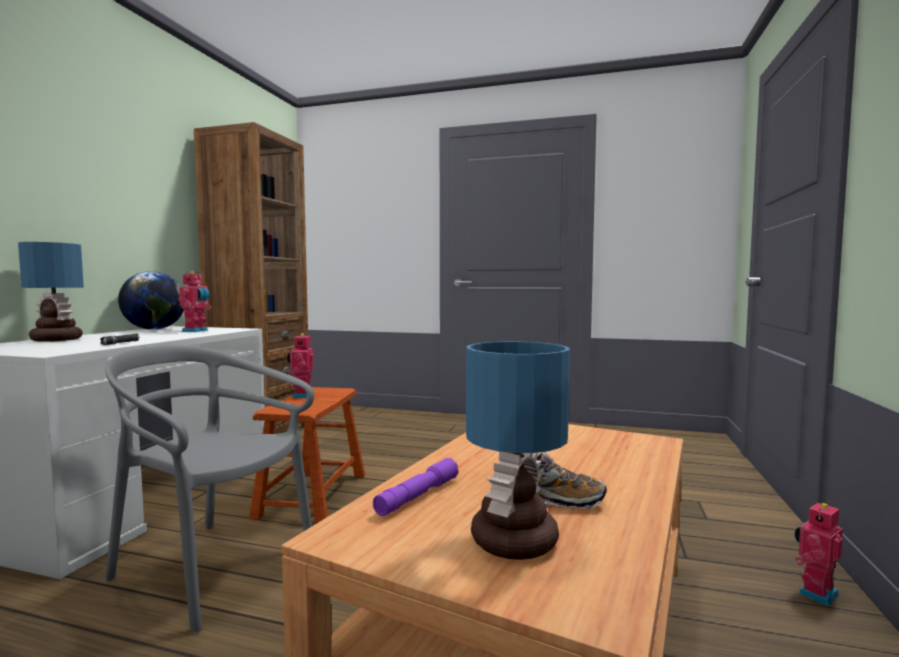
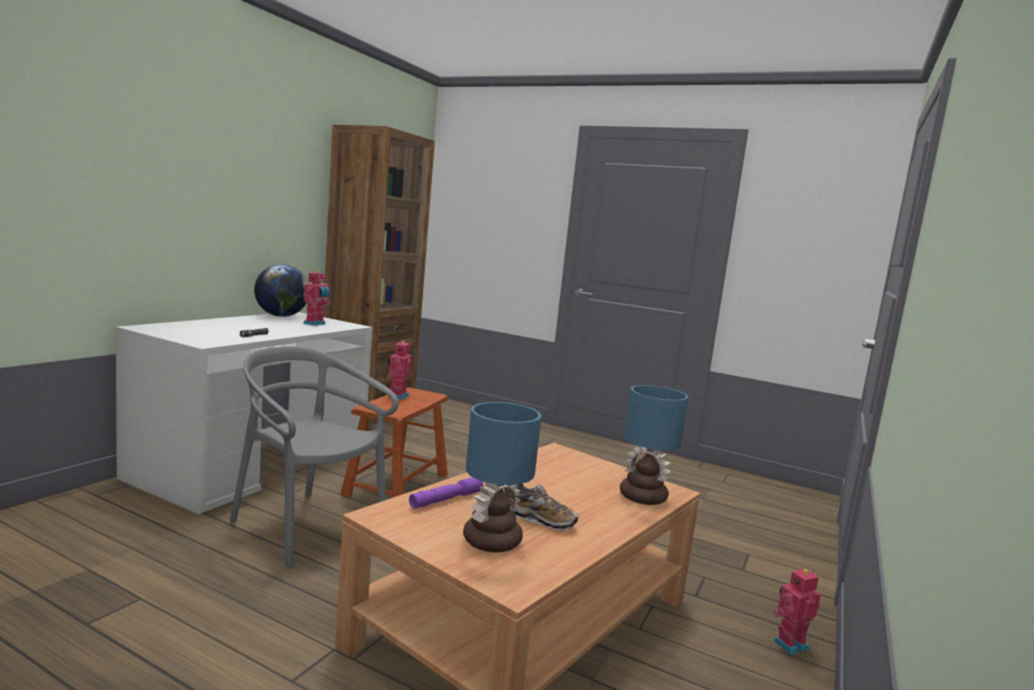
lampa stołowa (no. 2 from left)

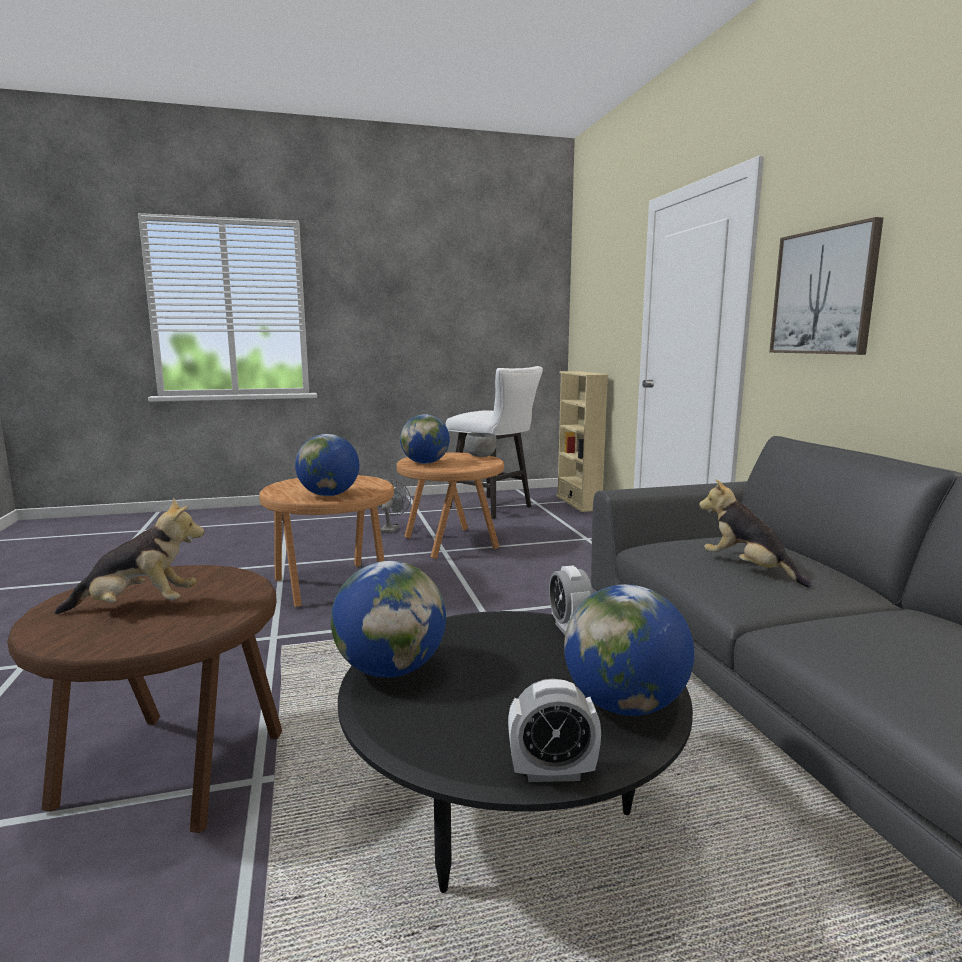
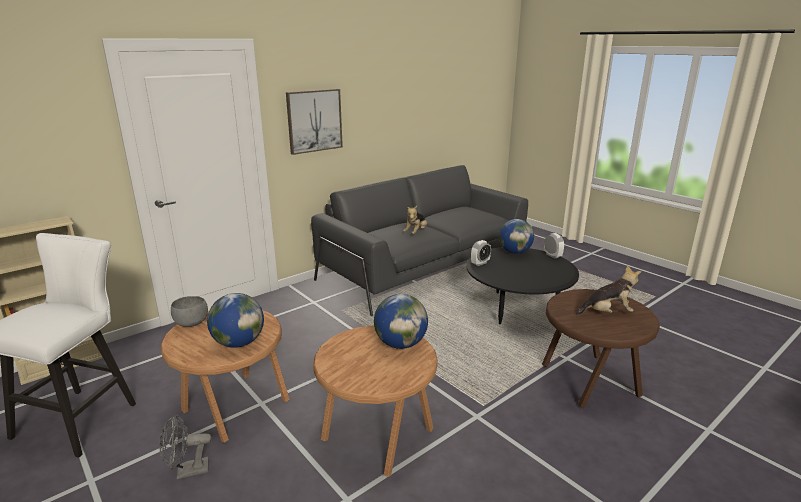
globus (no. 2 from left in the first image)
pluszak (no. 2 from left)

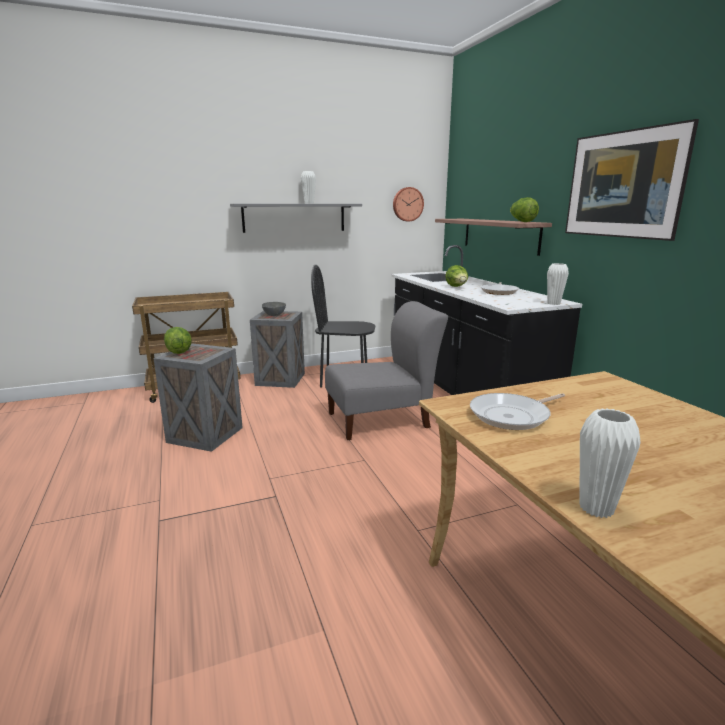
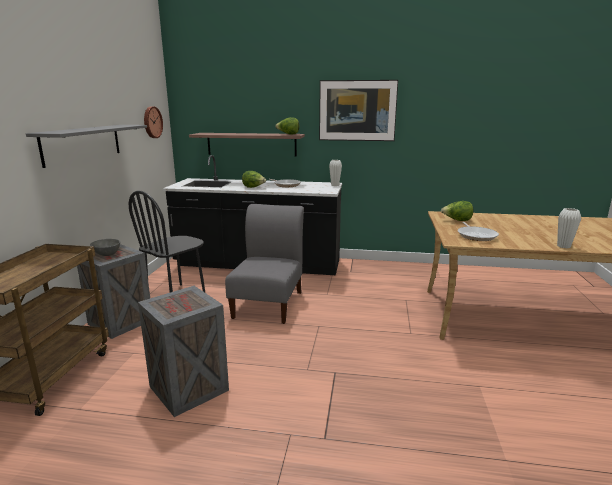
wazon (biały) (no. 1 from left in the first image)
sałata (no. 3 from left)

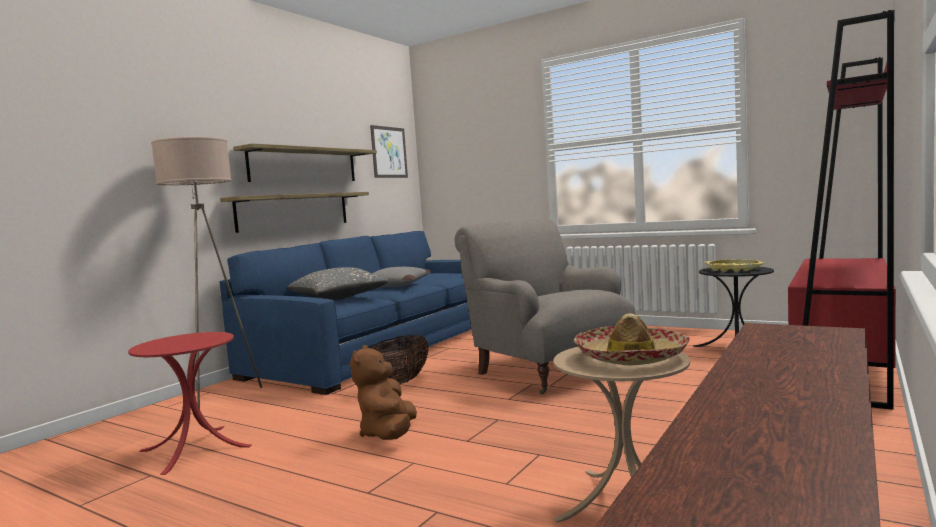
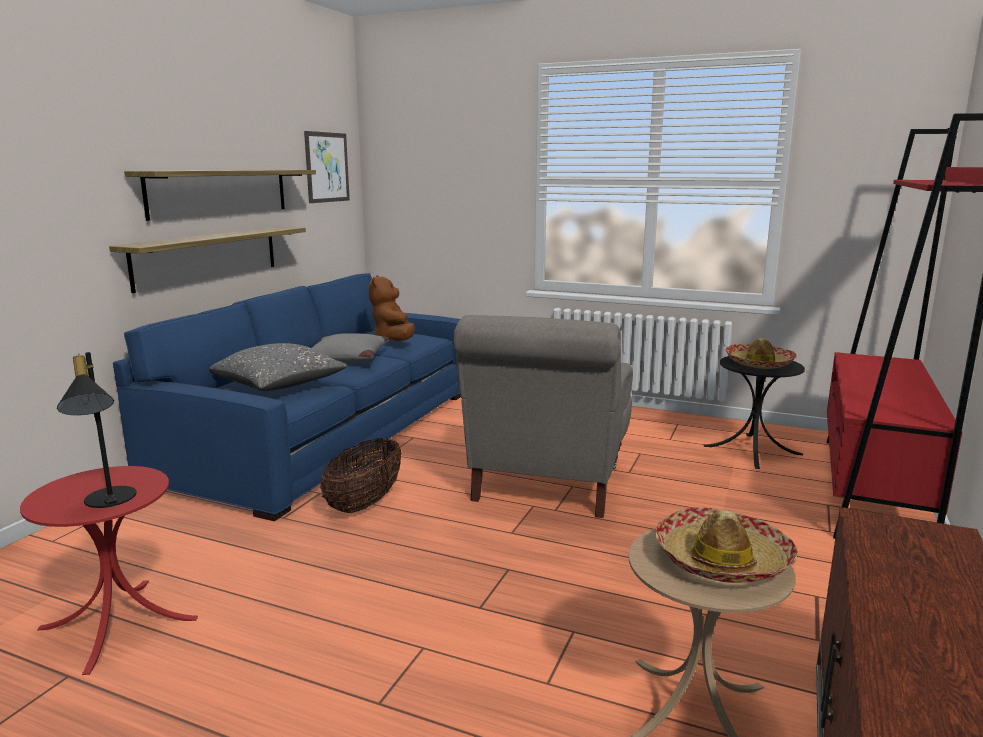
lampa stojąca (beżowy)
lampa stołowa (czarny)
pluszak (brązowy)
kapelusz (no. 2 from left)
fotel (szary)

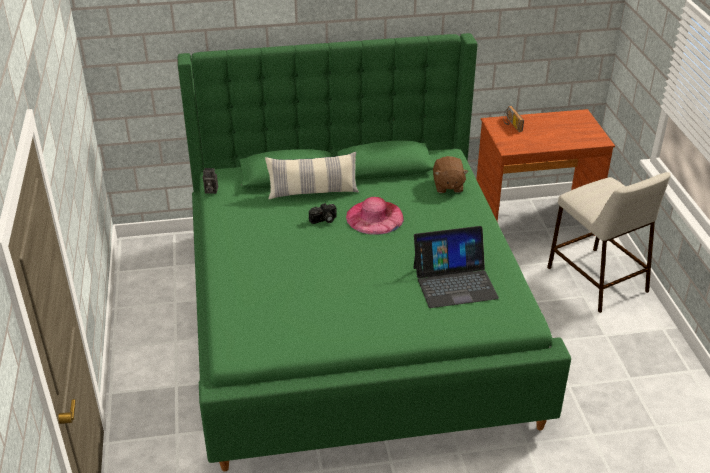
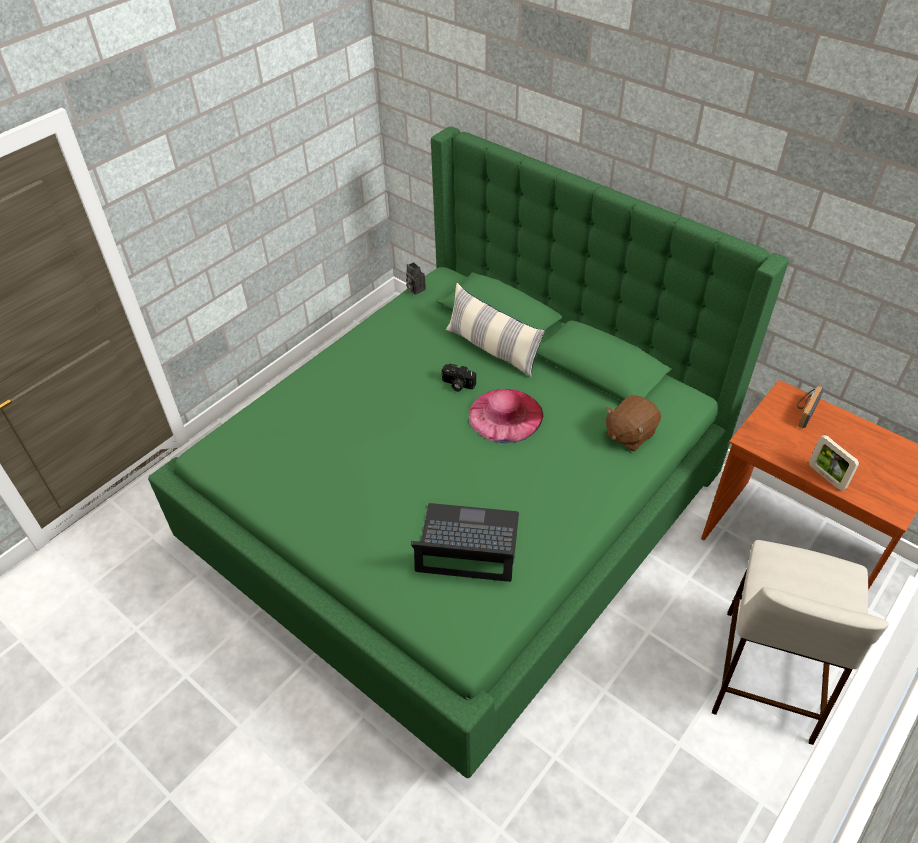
ramka na zdjęcie
laptop

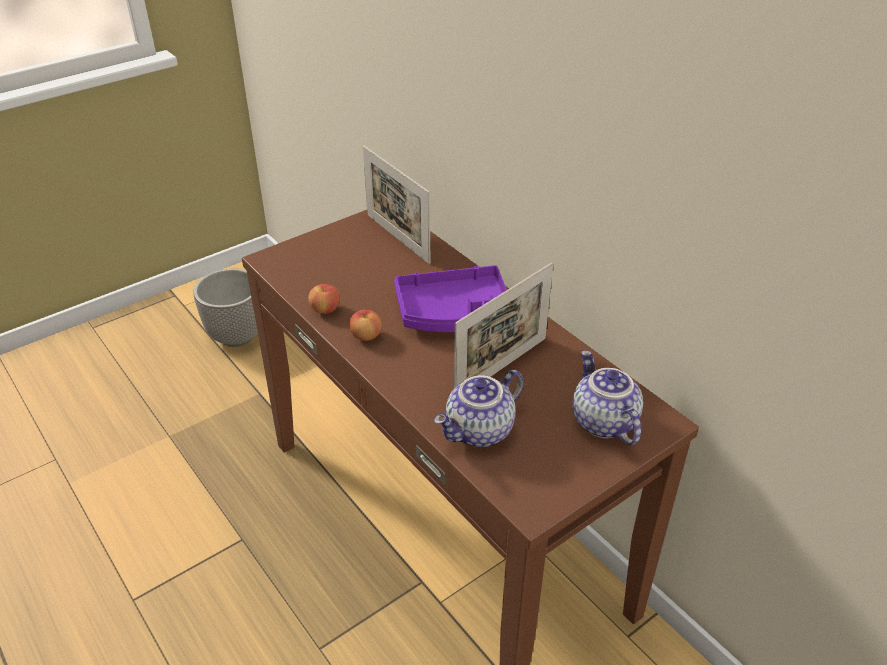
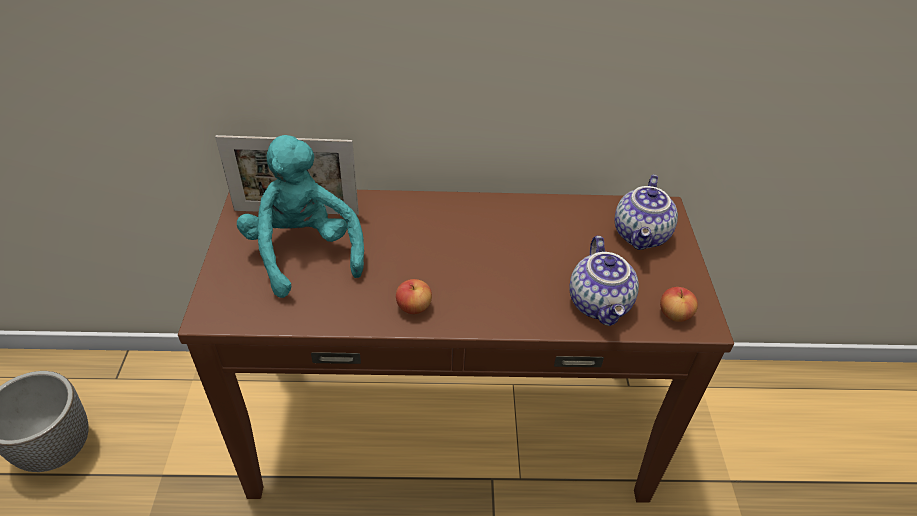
taca (fioletowy)
ramka na zdjęcie (no. 2 from left in the first image)
pluszak (turkusowy)
jabłko (no. 2 from left)
imbryk (no. 2 from left)

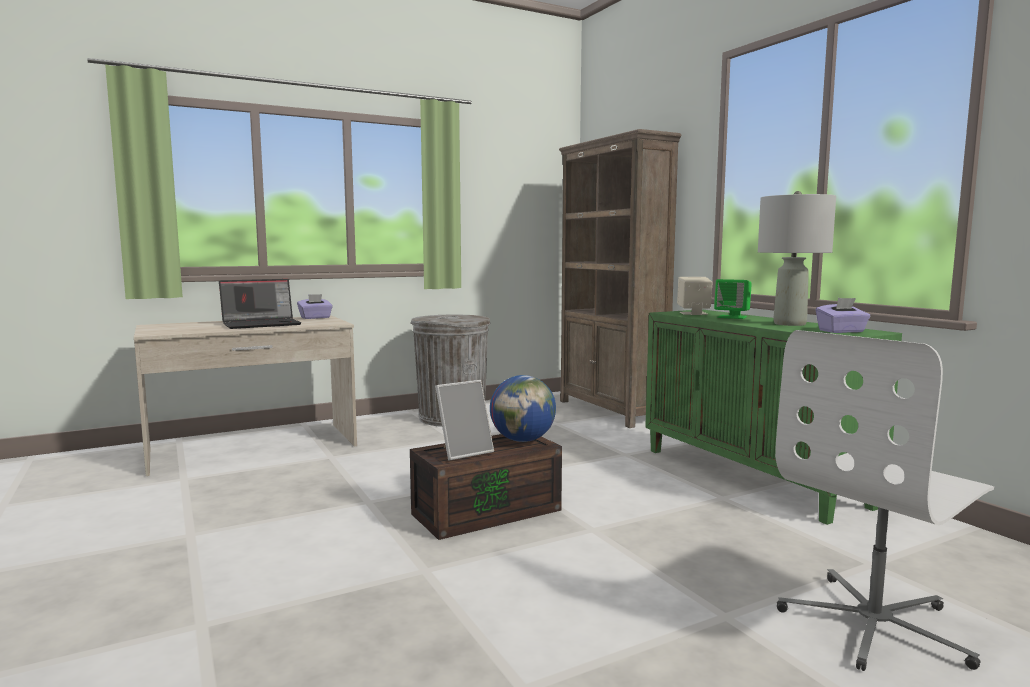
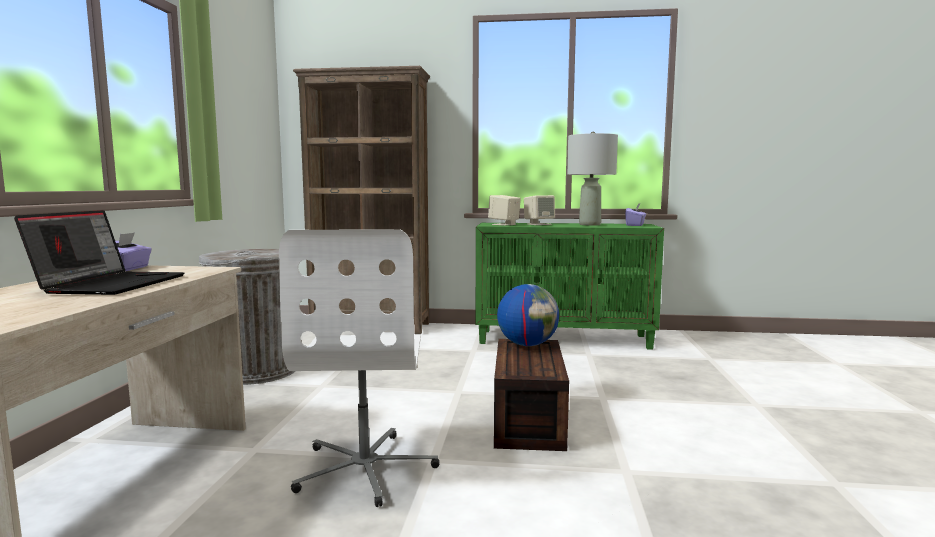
ramka na zdjęcie
krzesło biurowe (biały)
głośnik (beżowy) (no. 2 from left)

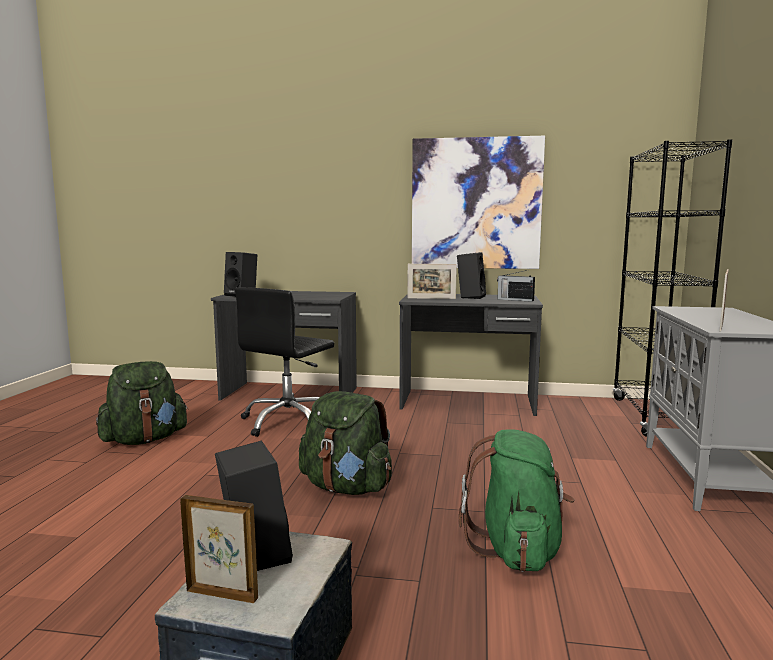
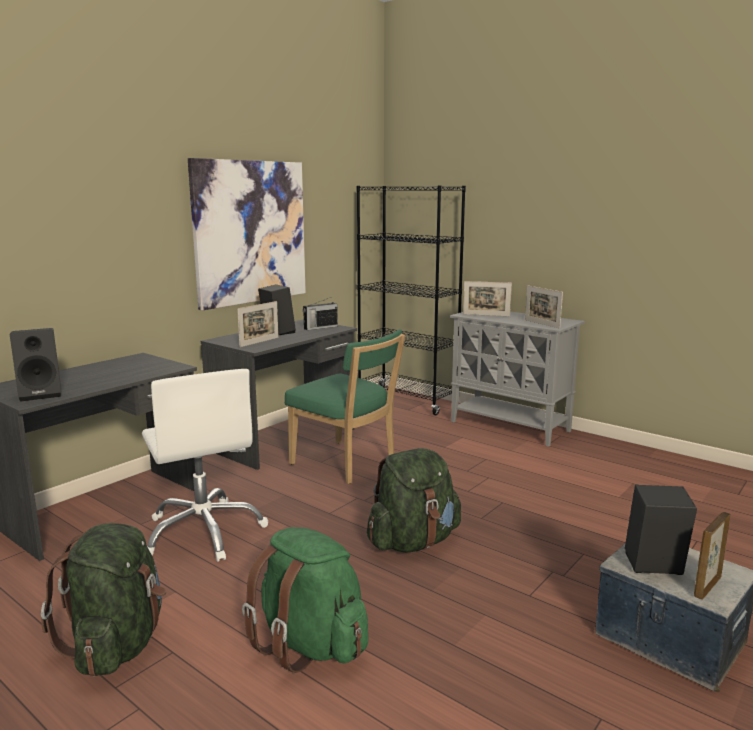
krzesło (zielony)
ramka na zdjęcie (no. 2 from left)
plecak (zielony) (no. 2 from left)
krzesło biurowe (biały)

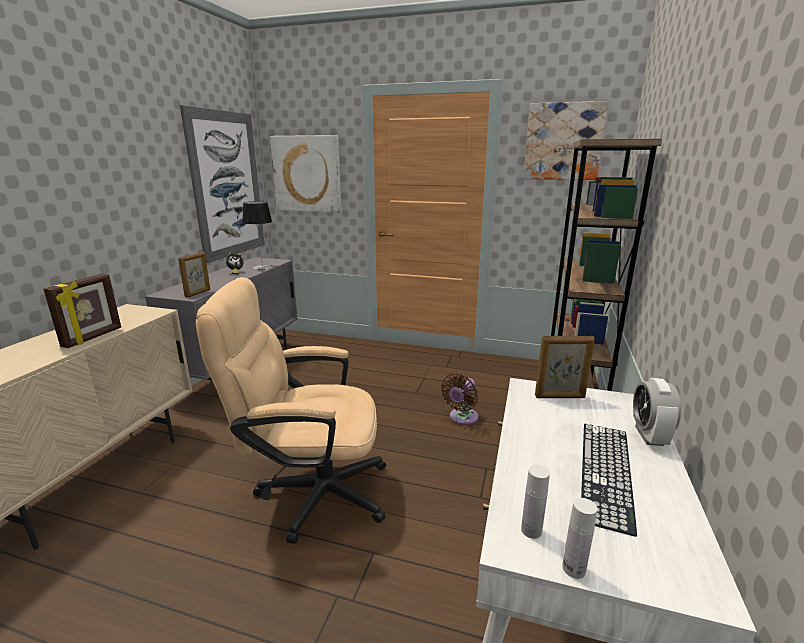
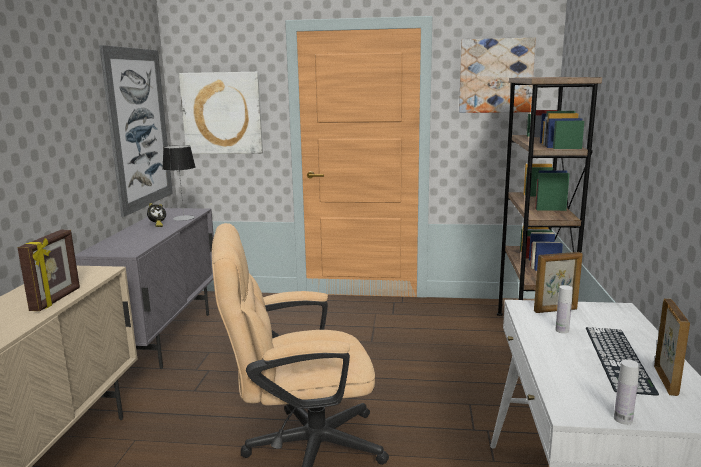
wentylator (brązowy)
budzik (no. 2 from left in the first image)
ramka na zdjęcie (no. 3 from left)
butelka (biały) (no. 1 from left)

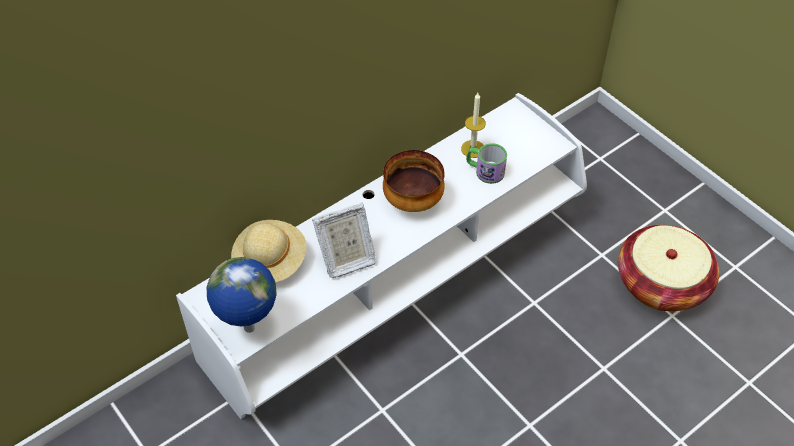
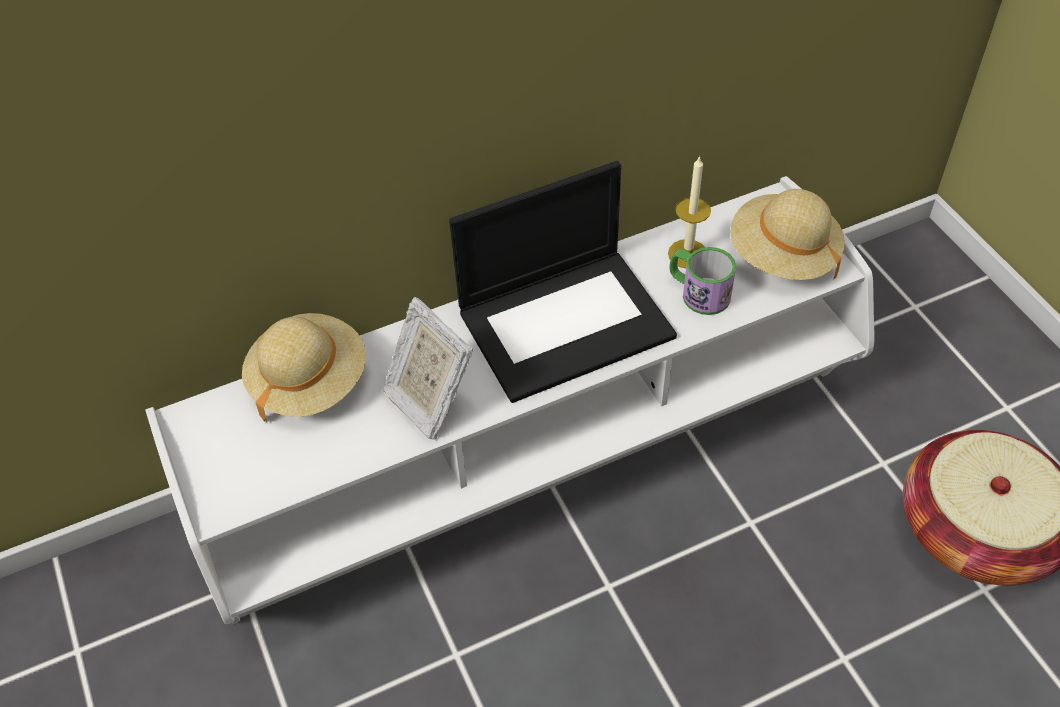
globus
kapelusz (beżowy) (no. 2 from left)
laptop
ramka na zdjęcie

